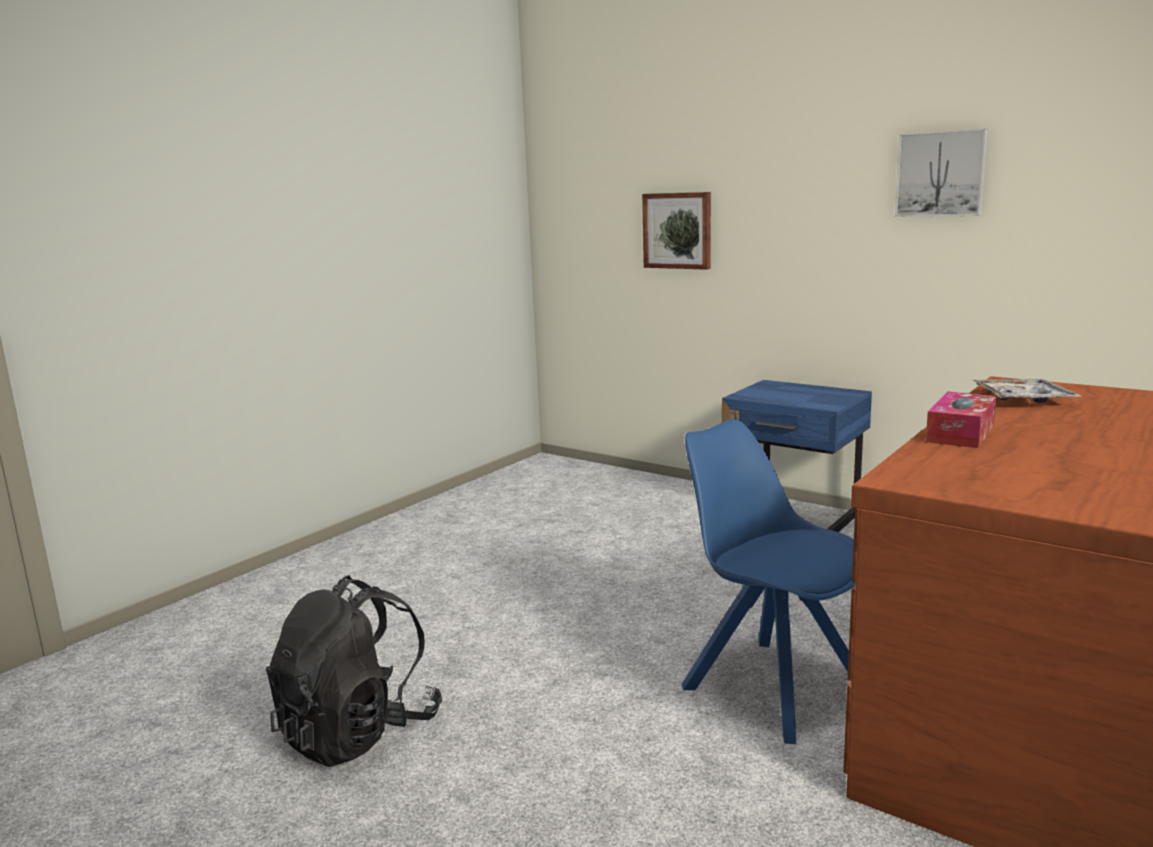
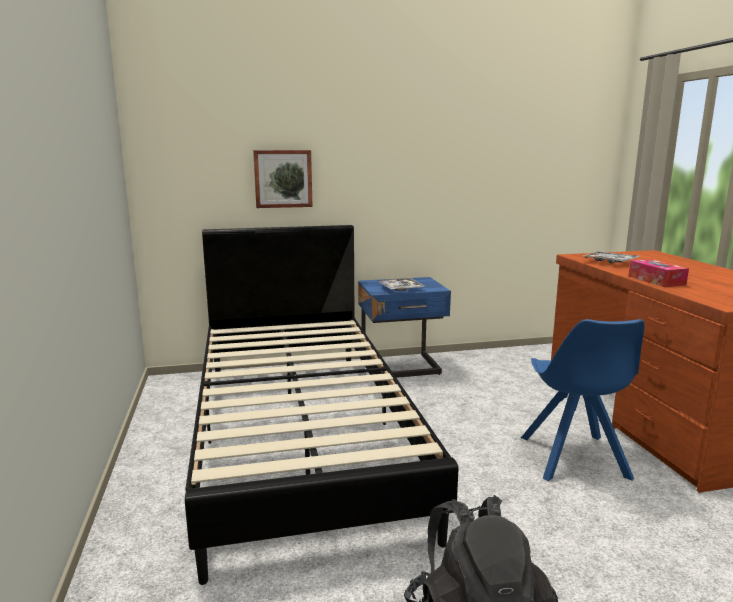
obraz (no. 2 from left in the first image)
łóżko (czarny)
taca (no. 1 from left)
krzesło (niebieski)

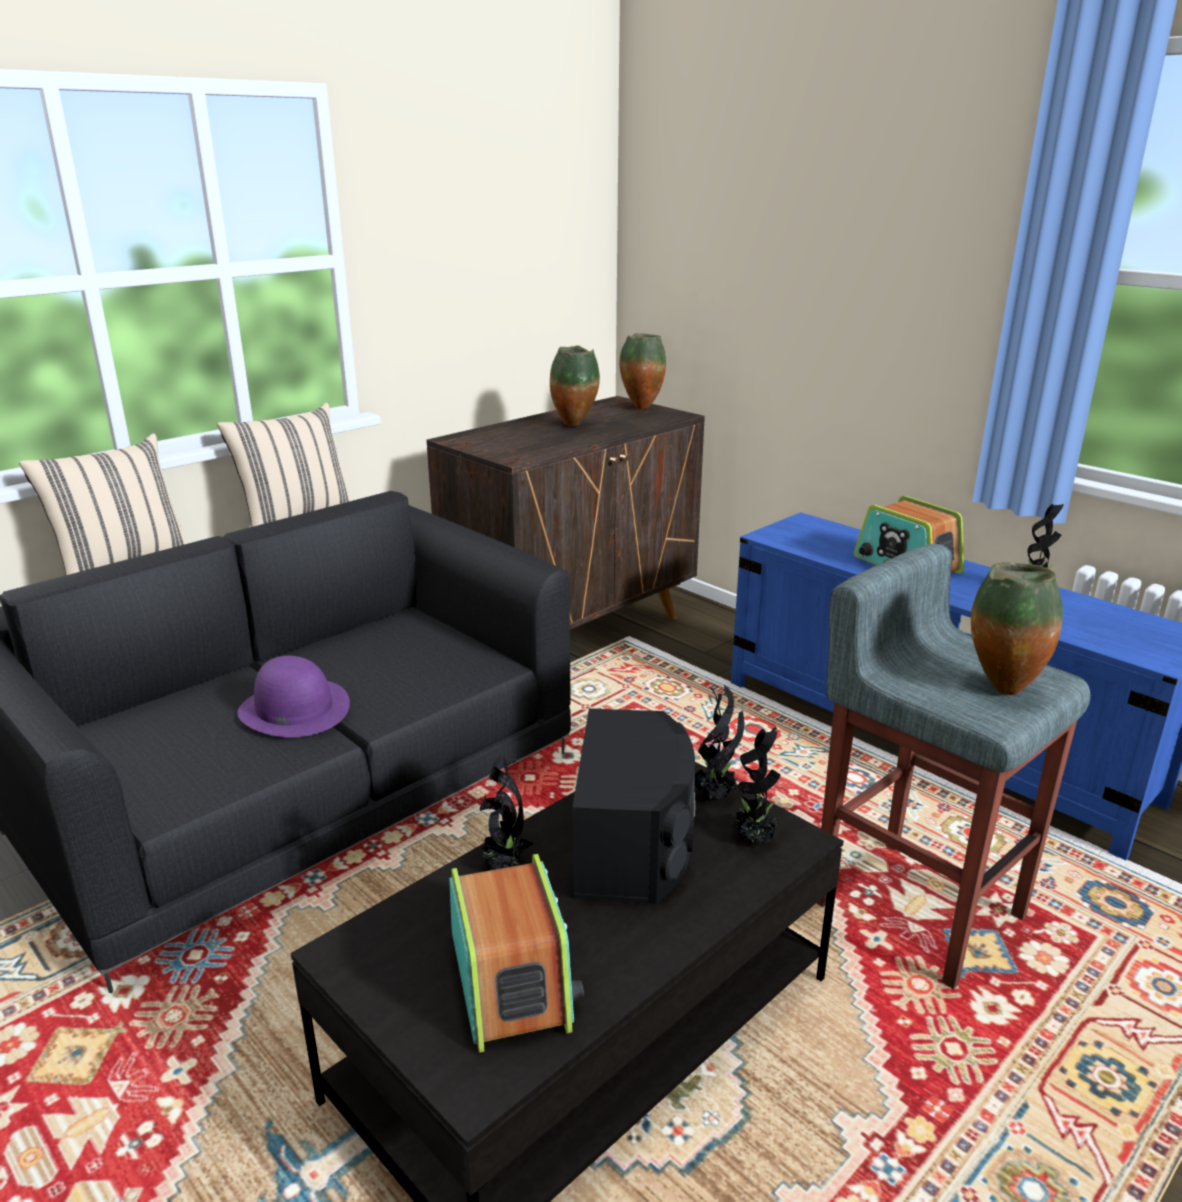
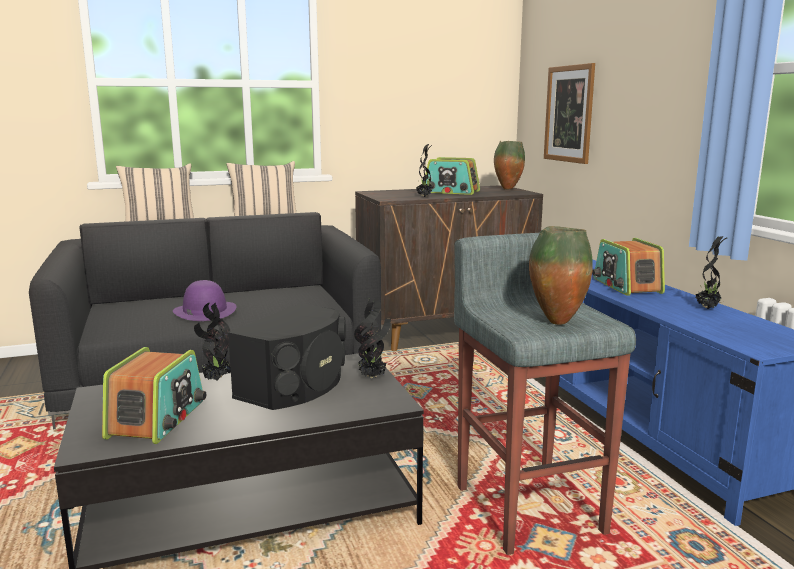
obraz
roślina doniczkowa (no. 3 from left)
radio (no. 2 from left)

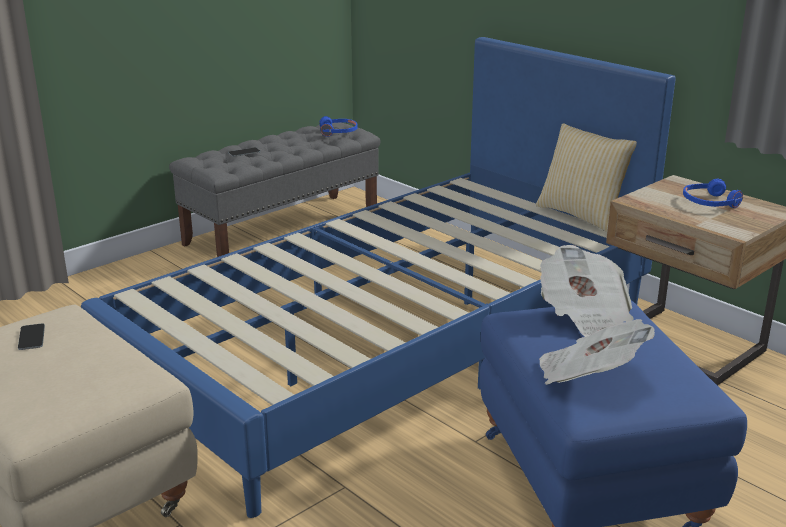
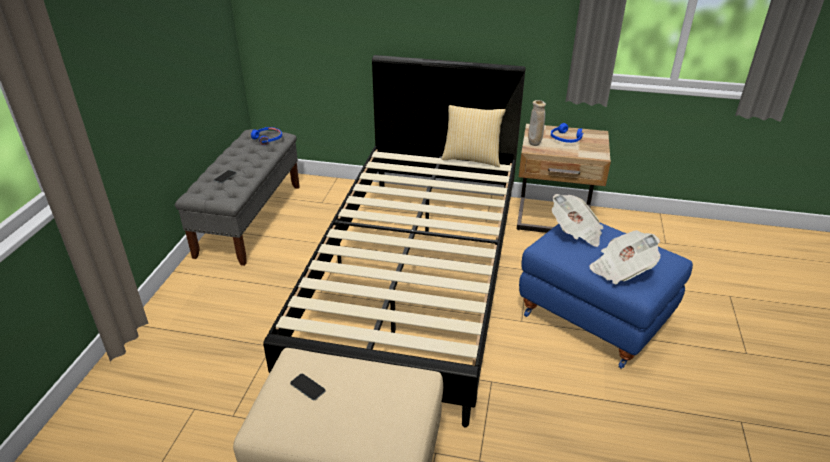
wazon (beżowy)
łóżko (czarny)

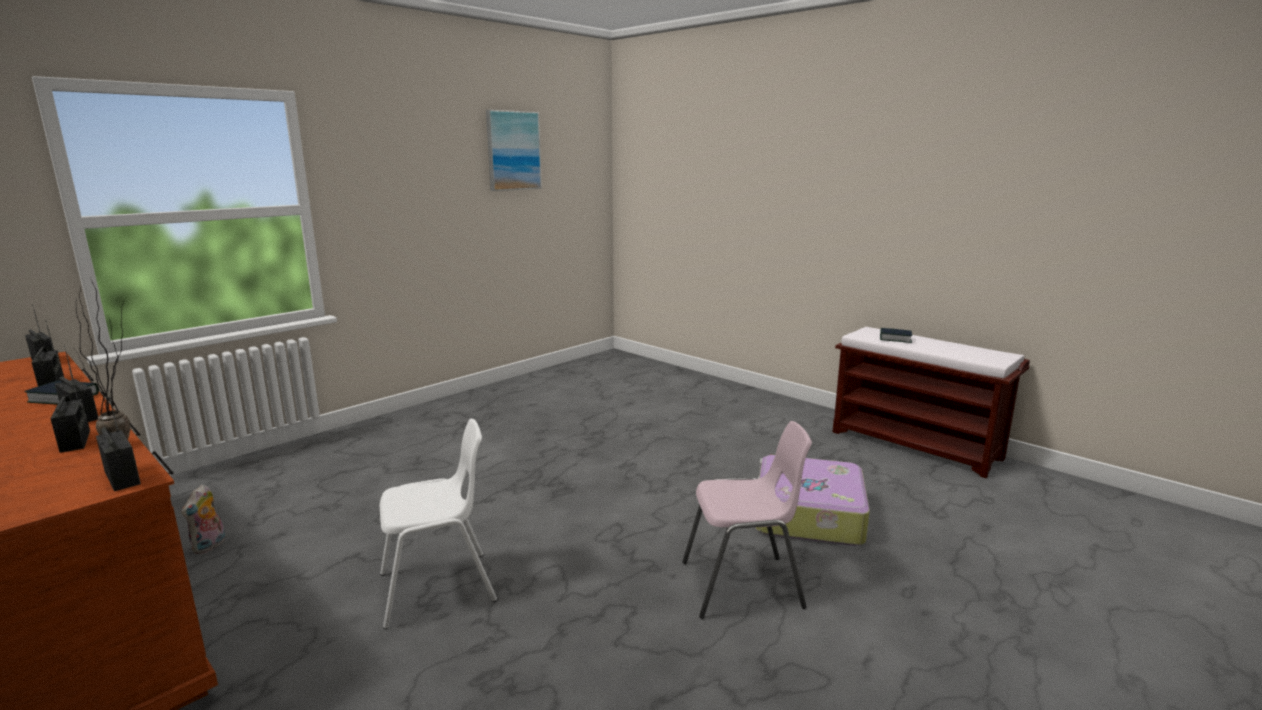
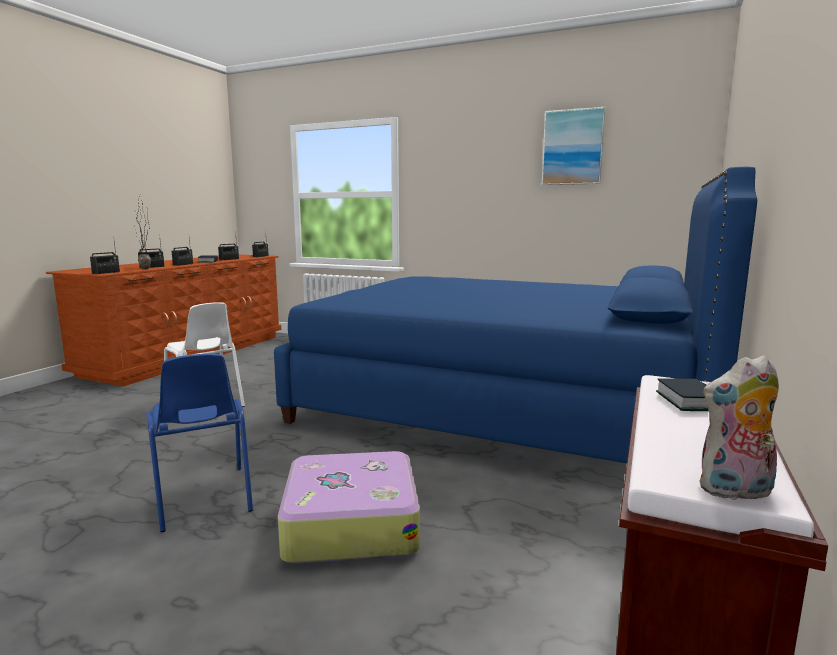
łóżko (niebieski)
pluszak
krzesło (niebieski)

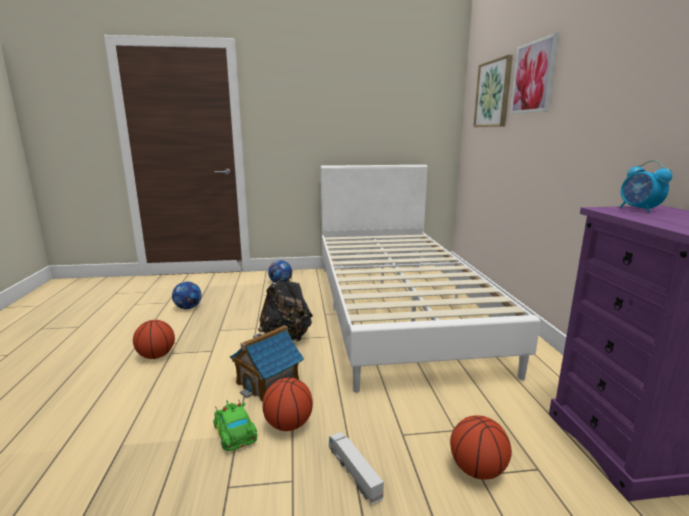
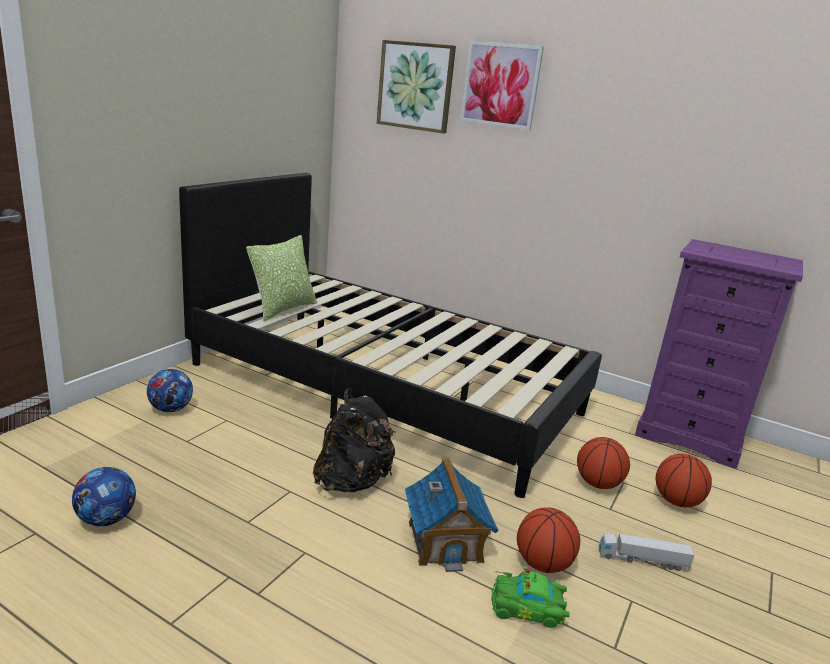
budzik
poduszka
piłka do koszykówki (no. 2 from left)
łóżko (czarny)

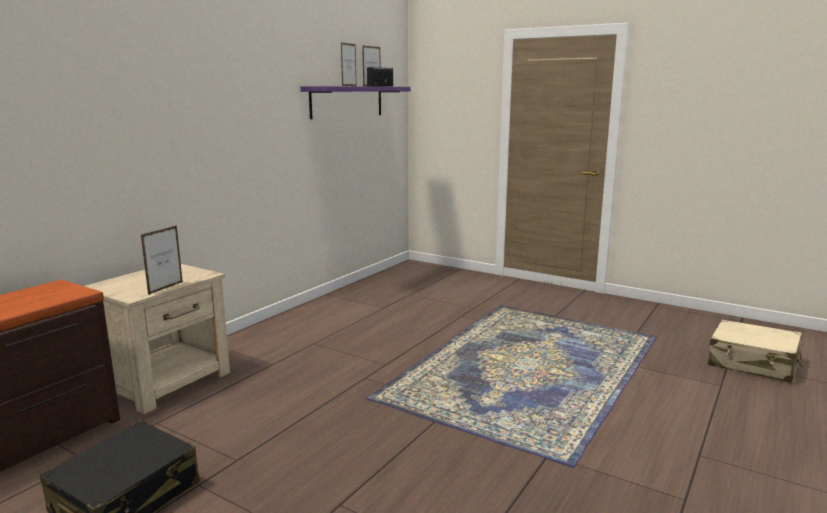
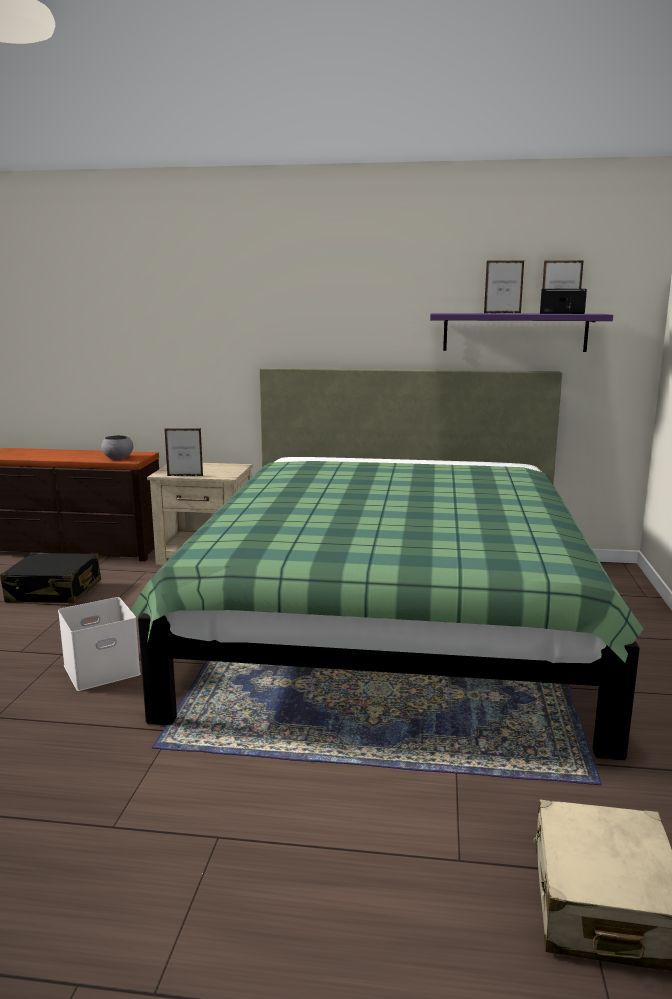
pojemnik do przechowywania (biały)
miska (szary)
łóżko (zielony)

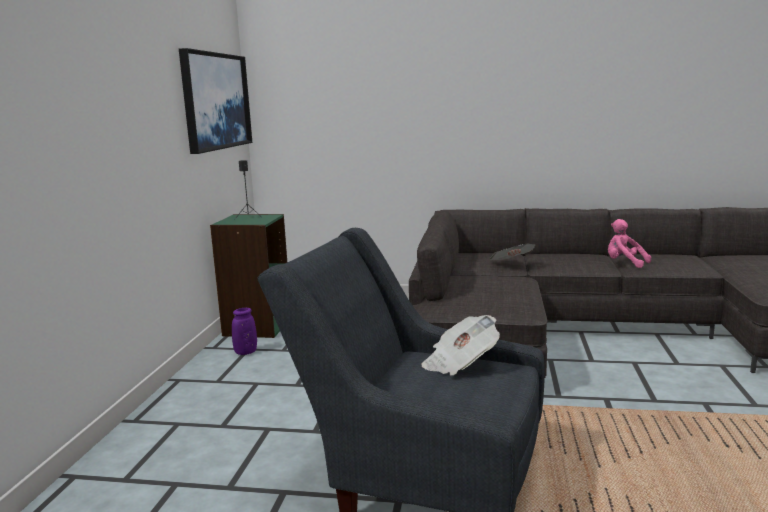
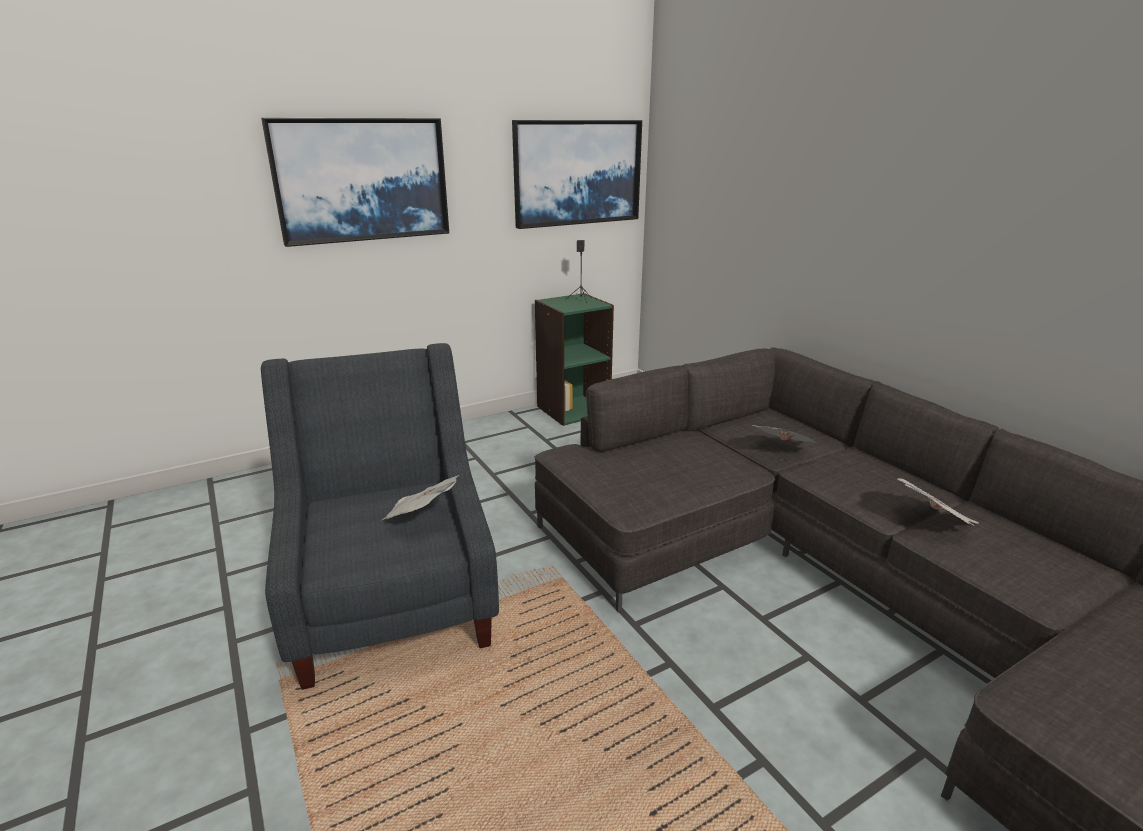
wazon (fioletowy)
obraz (no. 1 from left)
gazeta (no. 3 from left)

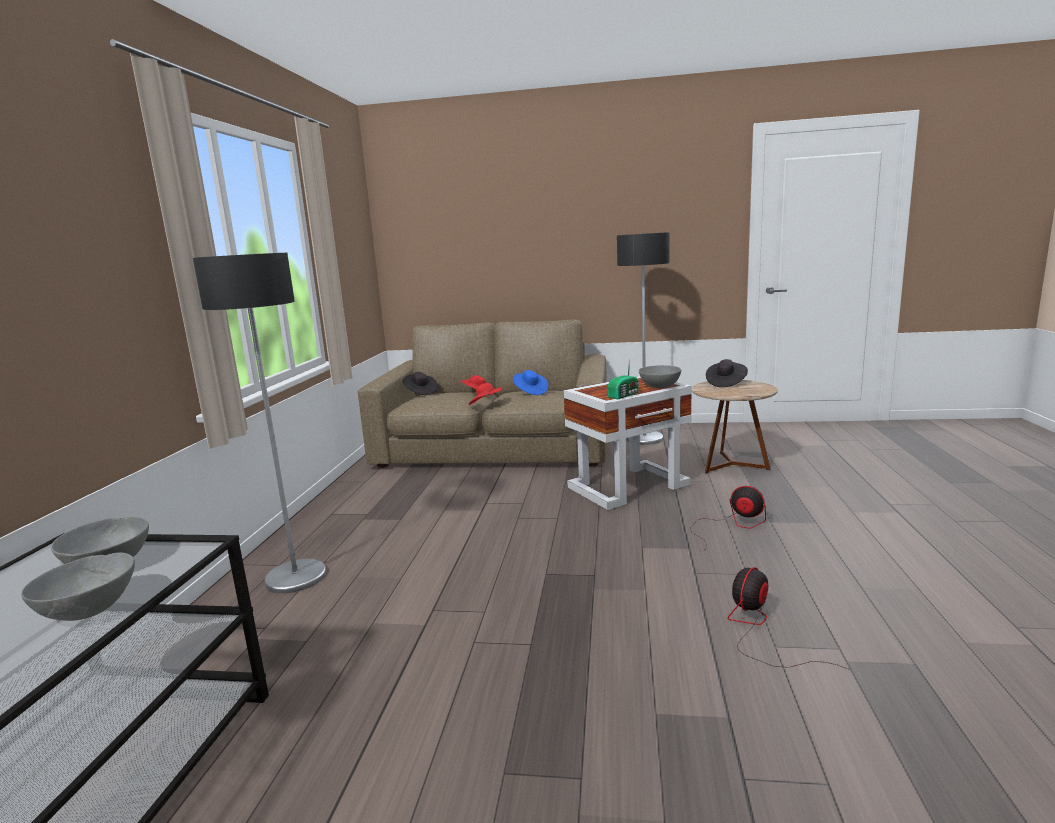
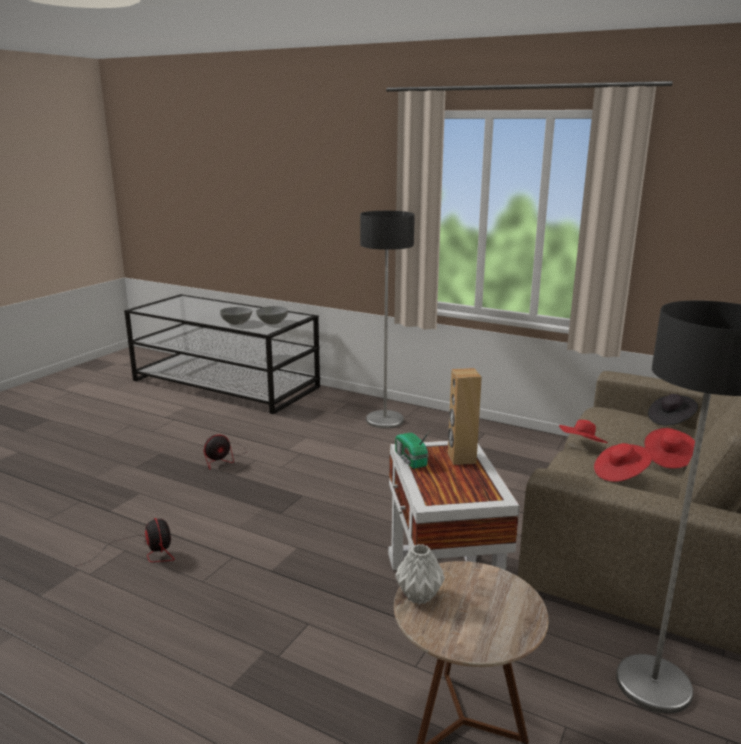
miska (szary) (no. 3 from left in the first image)
kapelusz (czarny) (no. 2 from left in the first image)
wazon (szary)
głośnik (brązowy)
wentylator (no. 2 from left)
kapelusz (czerwony) (no. 2 from left)

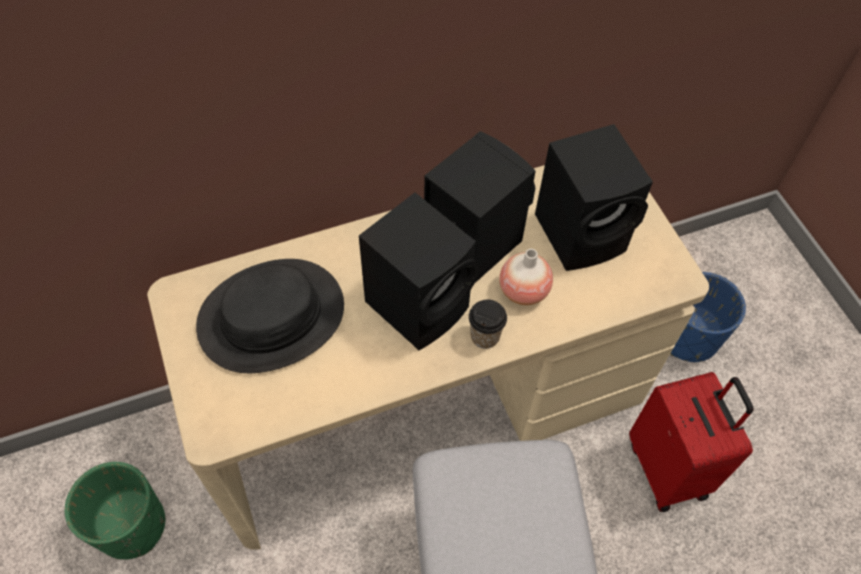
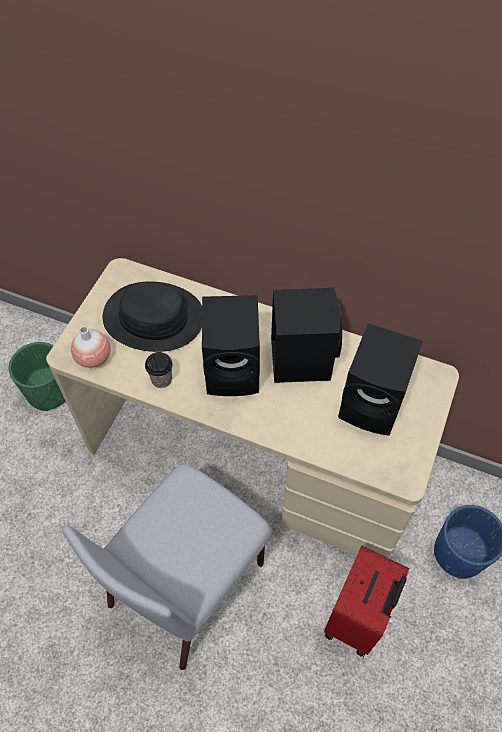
filiżanka
wazon

